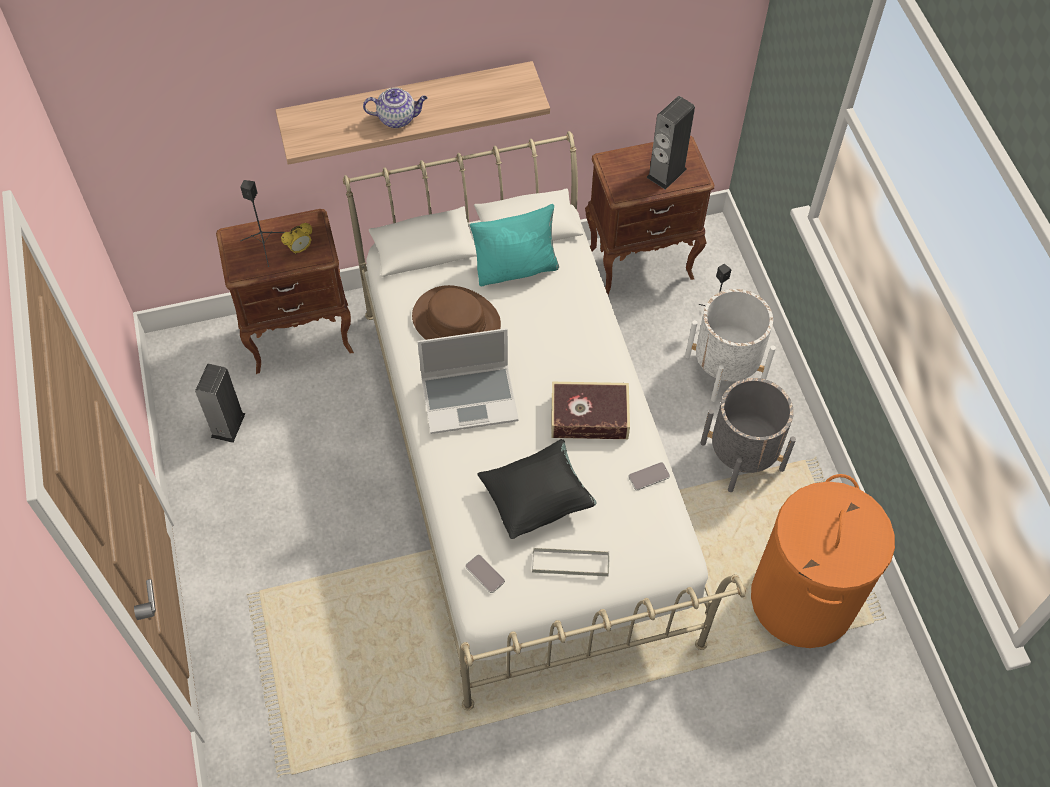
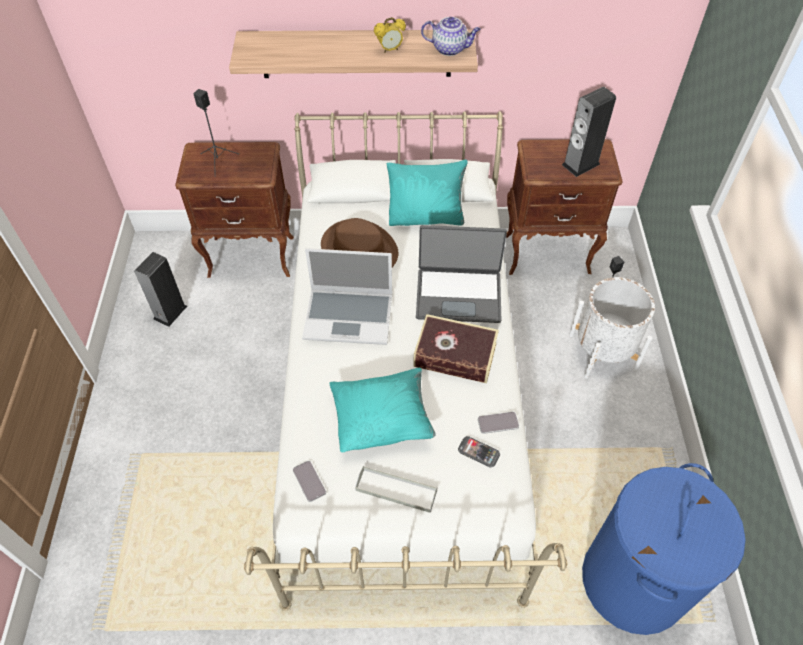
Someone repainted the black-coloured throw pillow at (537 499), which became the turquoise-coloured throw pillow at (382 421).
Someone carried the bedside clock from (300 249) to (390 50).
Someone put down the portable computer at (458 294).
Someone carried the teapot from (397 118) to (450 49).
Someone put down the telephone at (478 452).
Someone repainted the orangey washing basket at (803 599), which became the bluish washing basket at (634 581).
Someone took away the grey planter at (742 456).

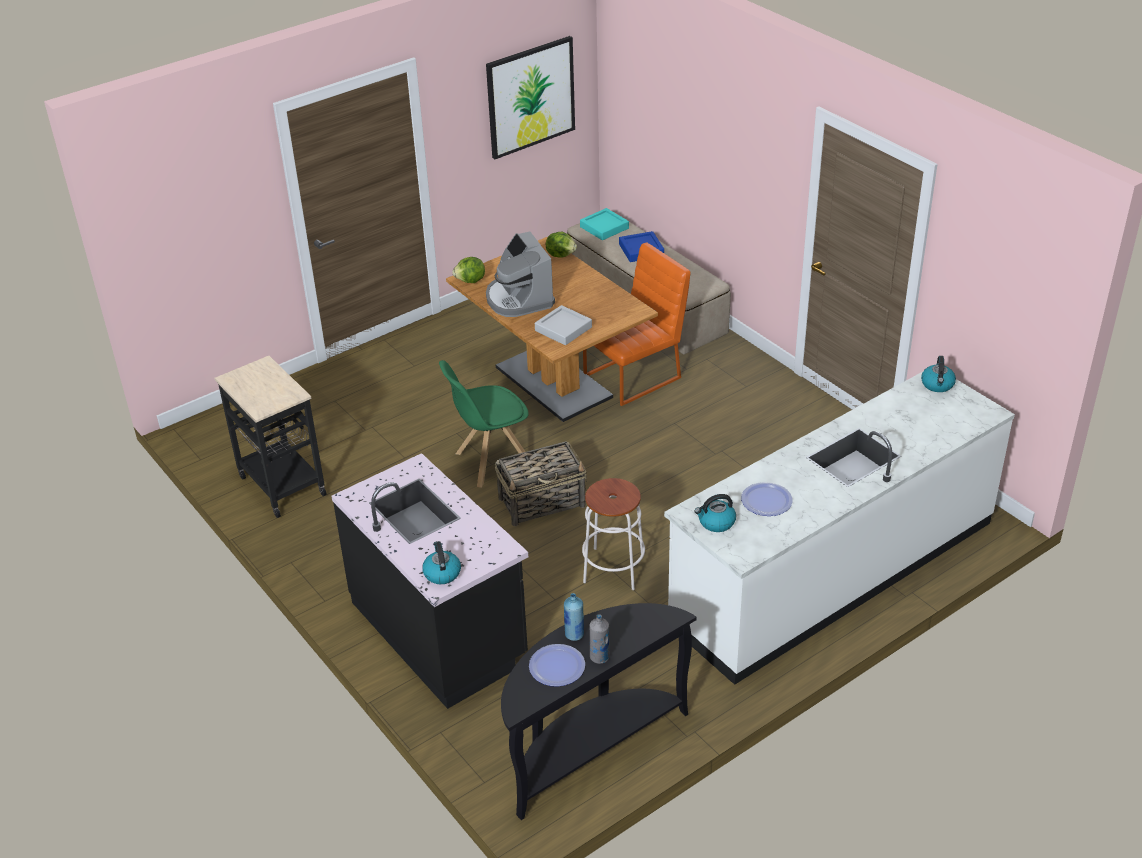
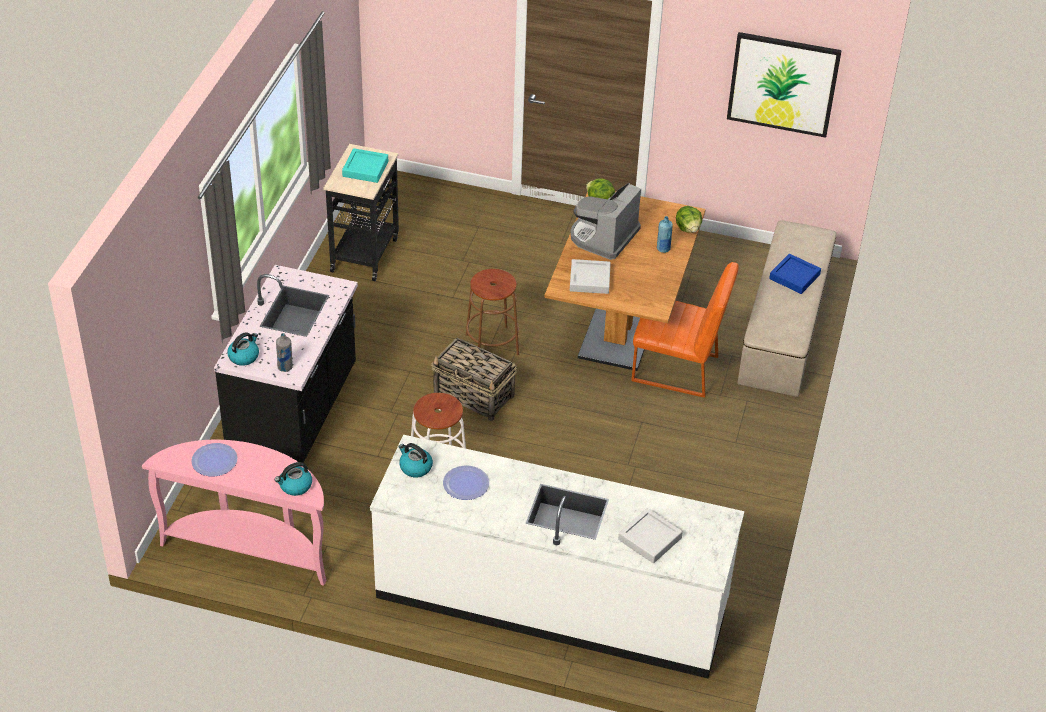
Someone repainted the black-coloured console table at (589 748), which became the pinkish console table at (250 548).
Someone carried the tea kettle from (937 385) to (295 486).
Someone carried the grey bottle from (599 657) to (285 367).
Someone carried the turquoise-coloured serving tray from (604 227) to (365 169).
Someone swapped the green chair at (491 462) for the brown sitting stool at (492 344).
Someone put down the grey serving tray at (649 539).
Someone carried the bluish bottle from (574 635) to (663 249).

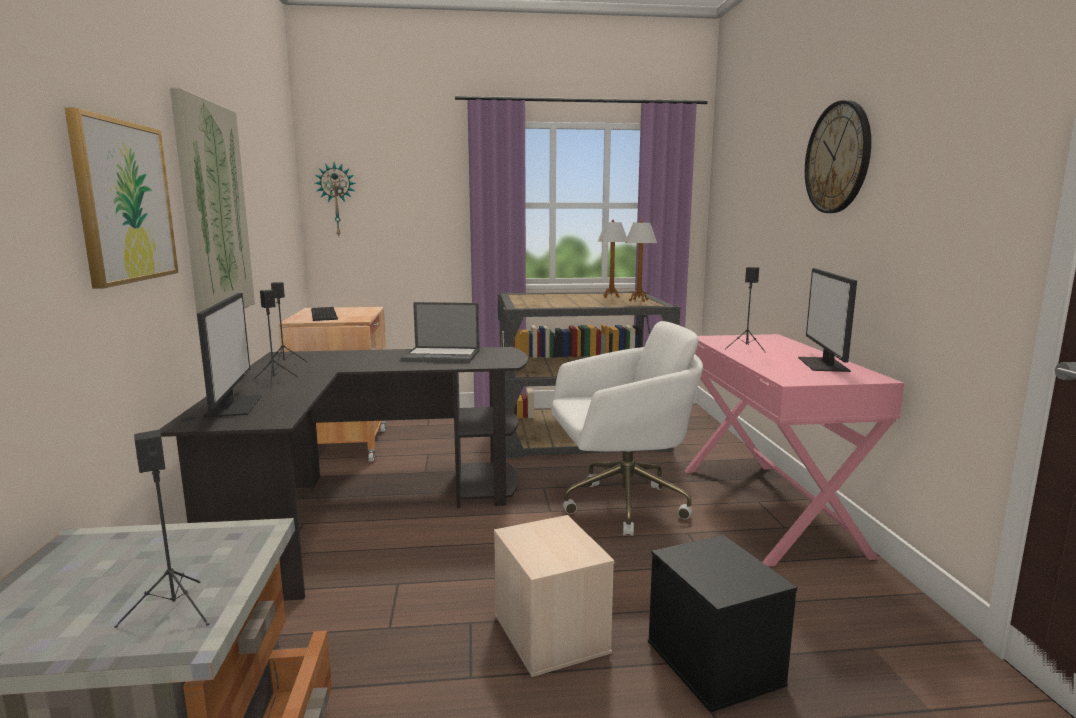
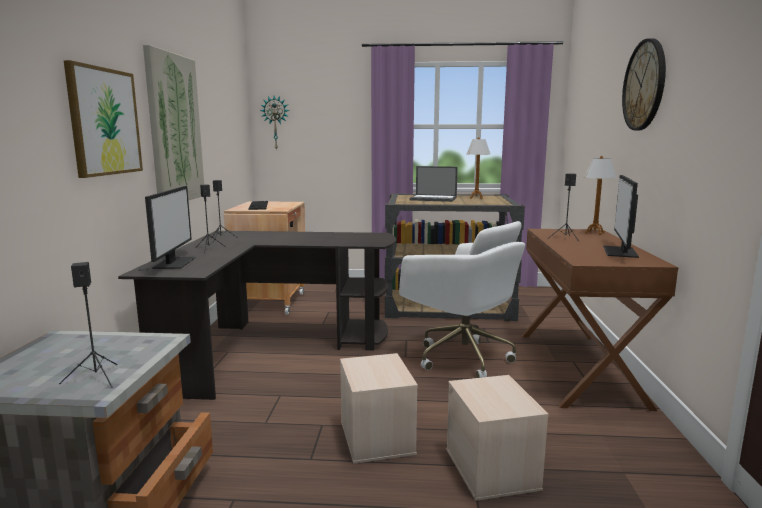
Someone rotated the whitish office chair at (620 507) by 45 degrees clockwise.
Someone carried the portable computer from (442 355) to (434 199).
Someone repainted the black-coloured storage container at (716 663), which became the beige-coloured storage container at (493 469).
Someone repainted the pinkish console table at (768 508), which became the brown console table at (579 367).
Someone carried the lamp for a table from (638 300) to (594 233).

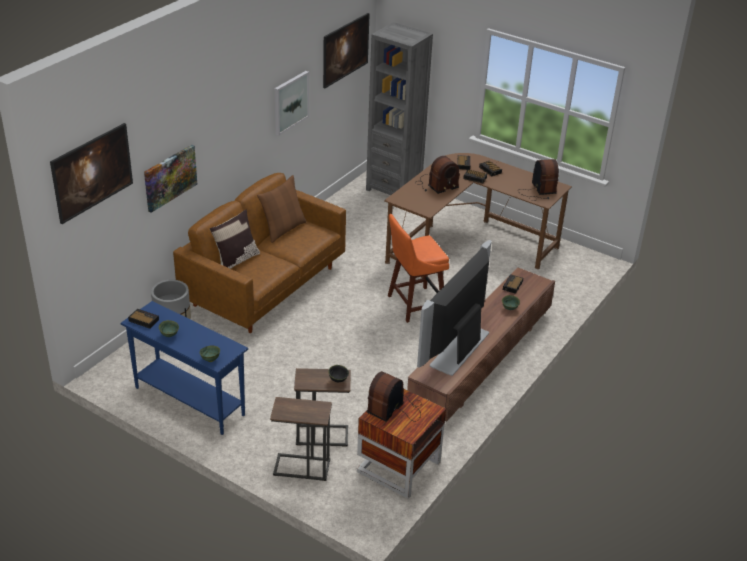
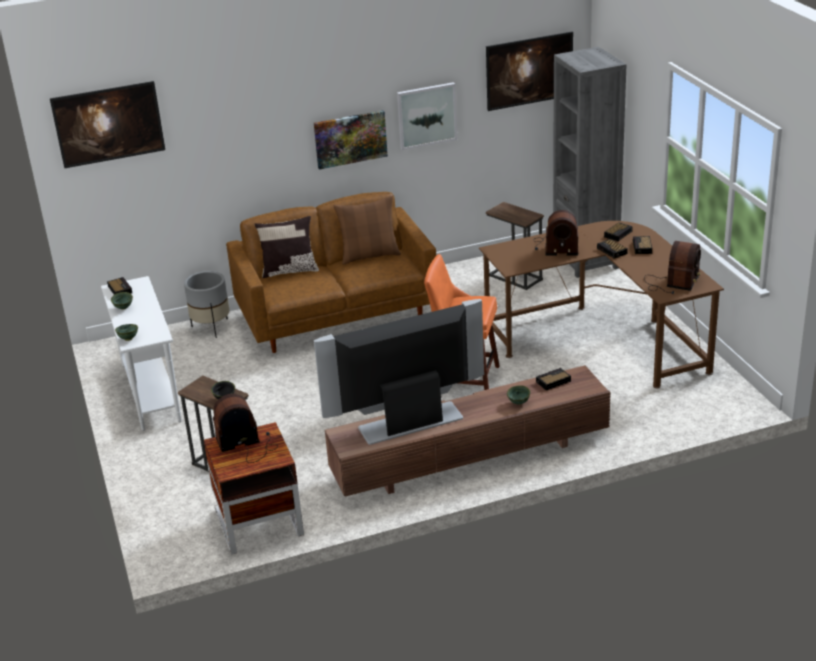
Someone repainted the bluish console table at (188 401), which became the whitish console table at (149 392).
Someone carried the wall art from (170 177) to (350 139).
Someone carried the brown end table from (302 467) to (516 277).

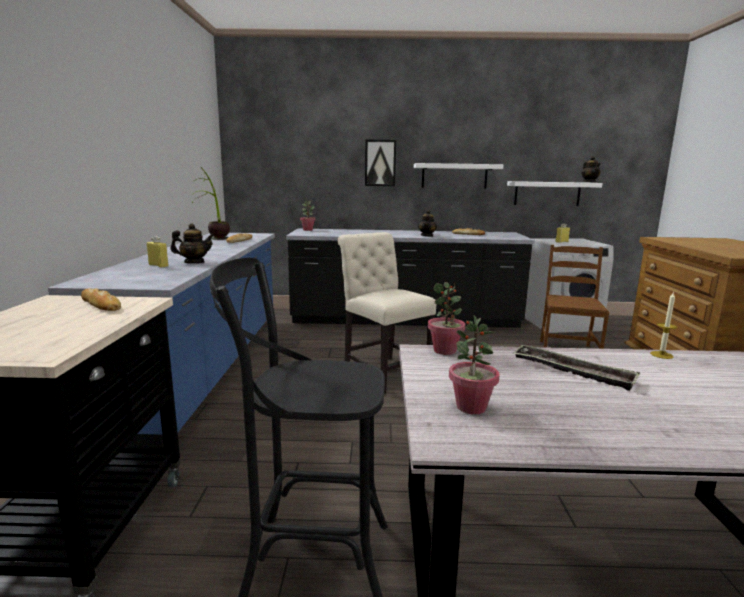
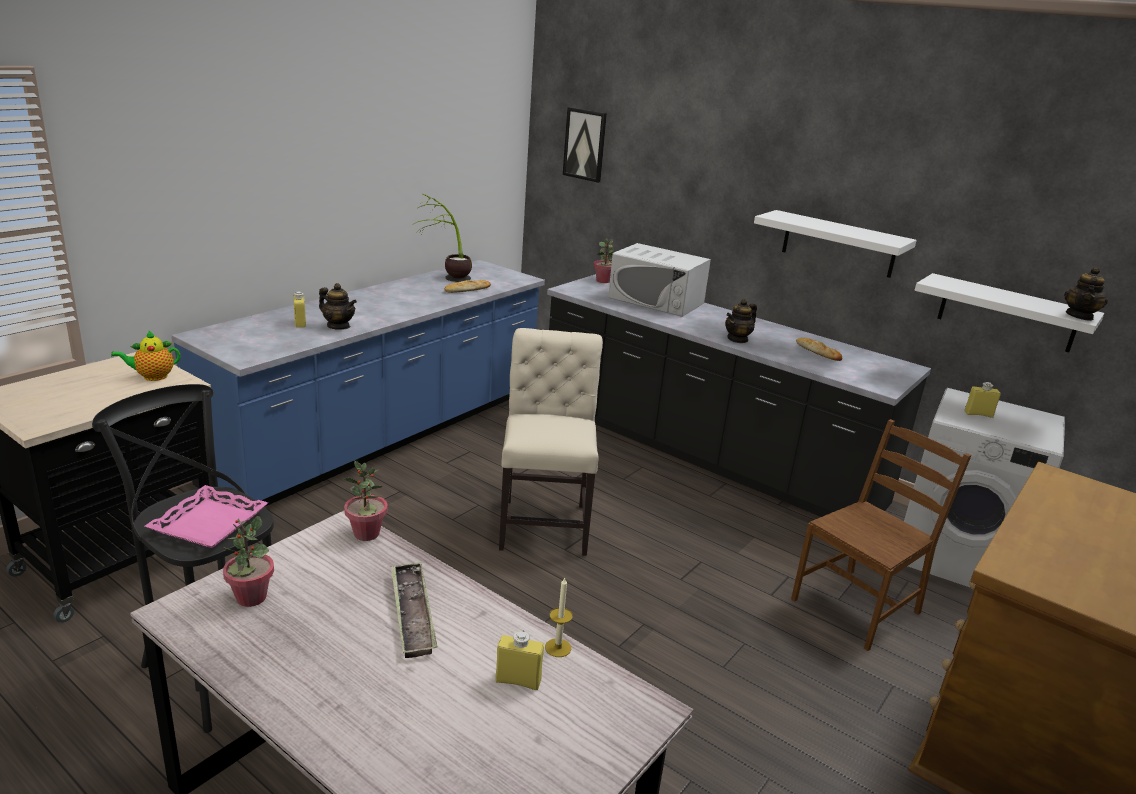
Someone swapped the bread at (101 304) for the teapot at (152 377).
Someone put down the pinkish serving tray at (208 523).
Someone put down the yellow bottle at (518 681).
Someone carried the wall art from (380 163) to (585 144).
Someone put down the whitish kitchen microwave at (656 300).

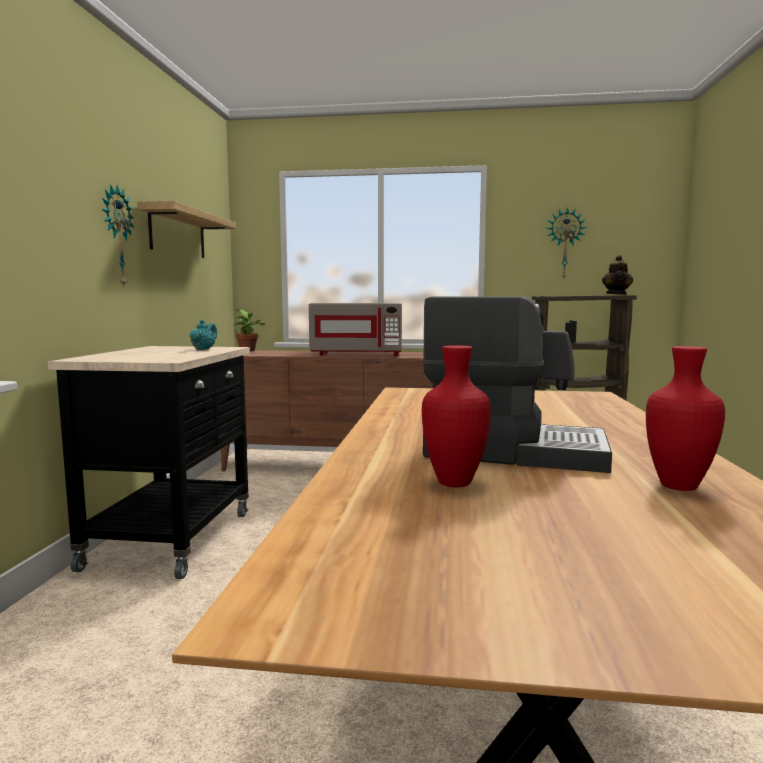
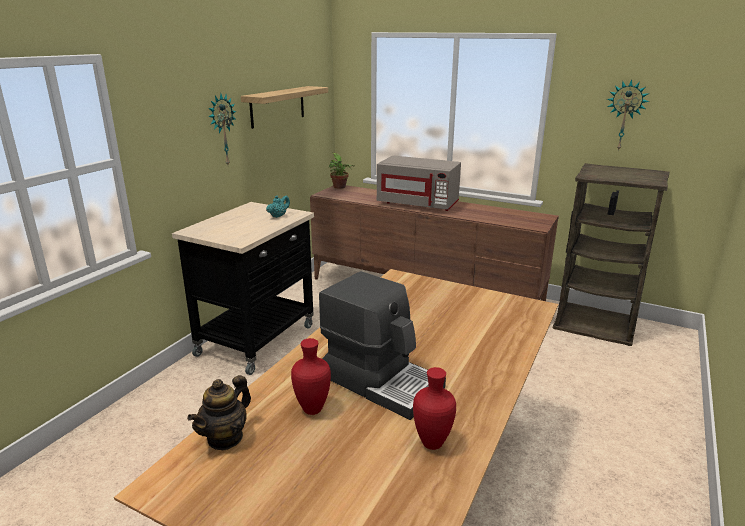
Someone carried the teapot from (616 294) to (225 438).

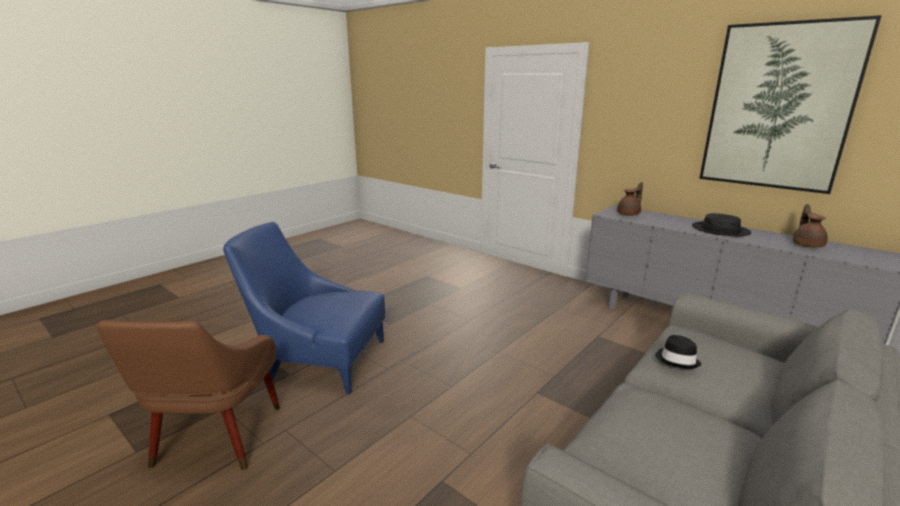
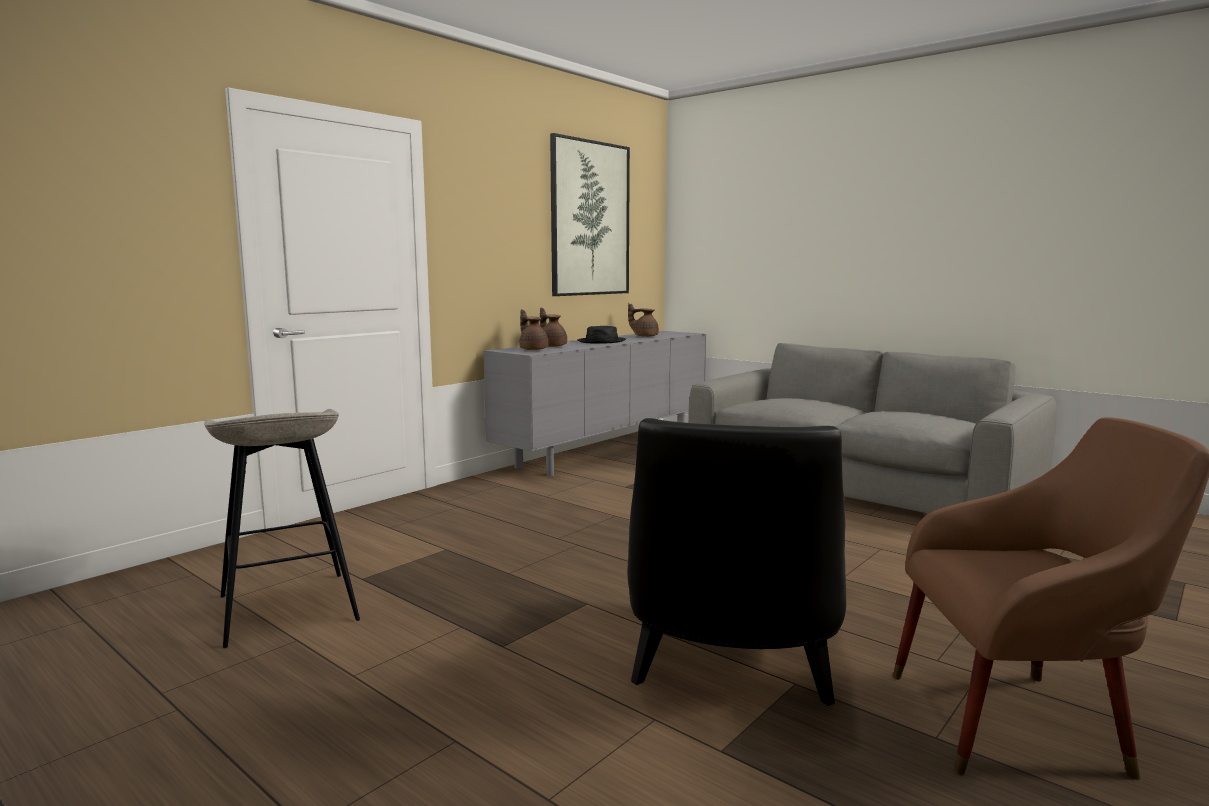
Someone put down the grey sitting stool at (287 608).
Someone put down the brown teapot at (552 346).
Someone repainted the bluish armchair at (317 359), which became the black-coloured armchair at (731 661).
Someone took away the black-coloured clothing hat at (677 359).

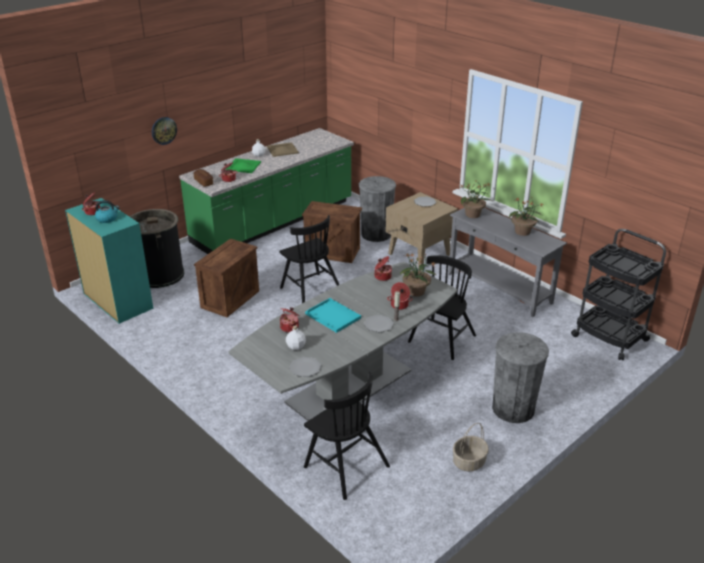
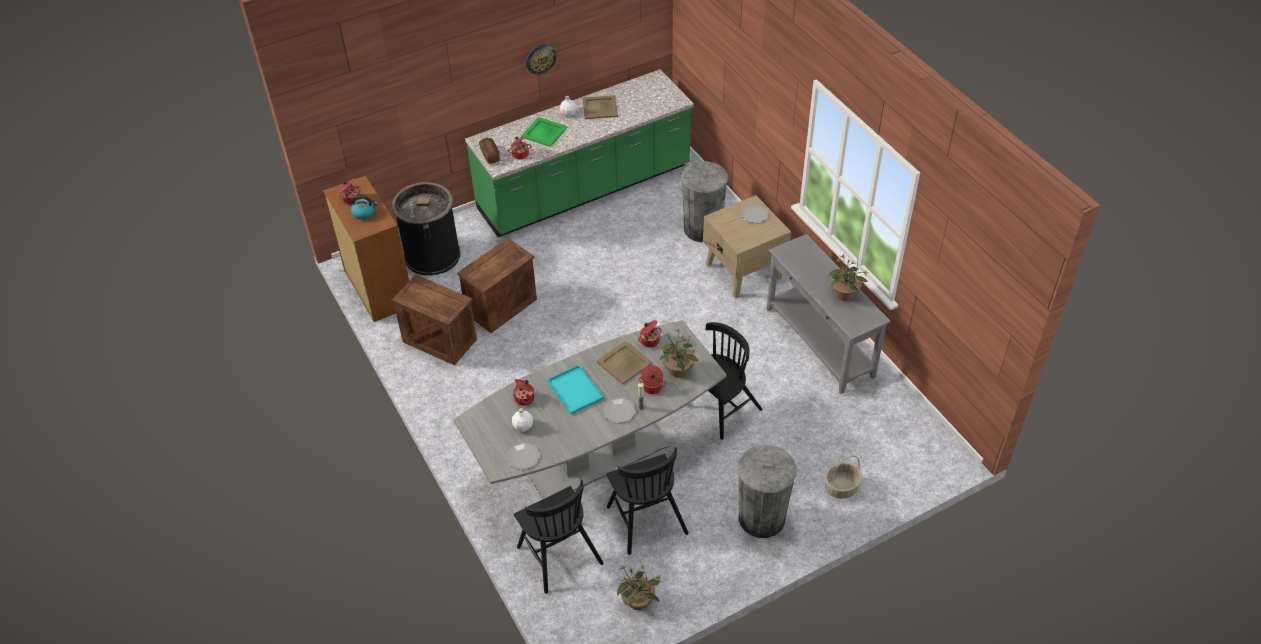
Someone repainted the turquoise-coloured cupboard at (117 300), which became the brown cupboard at (379 287).
Someone carried the shipping crate from (332 252) to (439 341).
Someone carried the wall clock from (163 130) to (540 58).
Someone put down the beige-coloured serving tray at (624 362).
Someone carried the black-coloured chair from (309 288) to (645 516).
Someone carried the houseplant from (473 215) to (638 601).
Someone carried the household basket from (469 462) to (841 488).
Someone took away the black-coloured trolley at (609 338).

